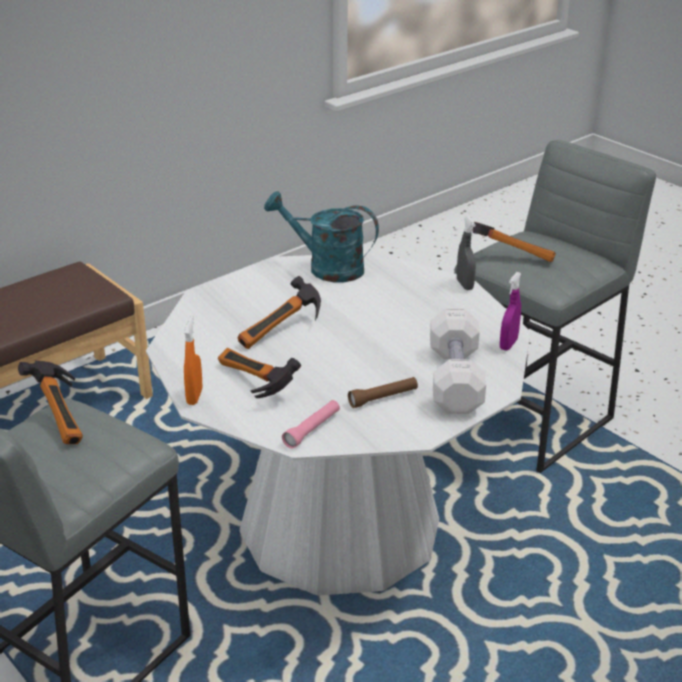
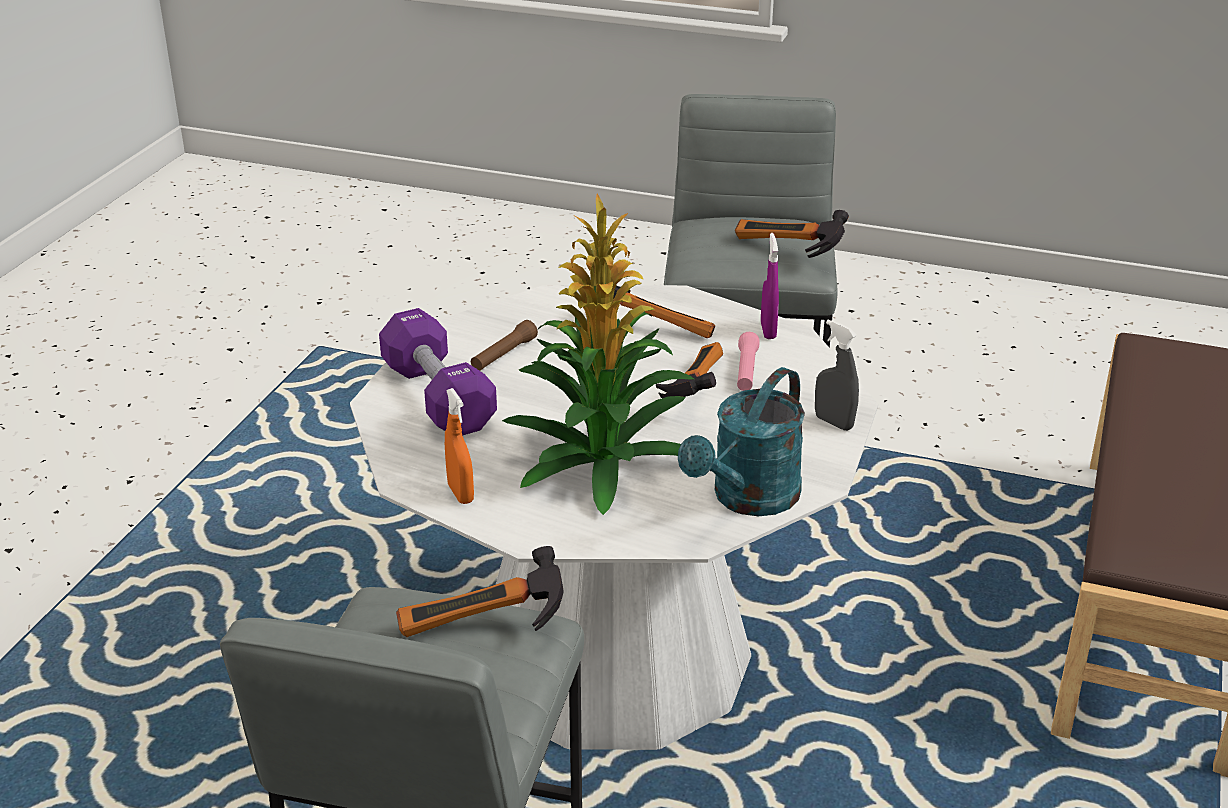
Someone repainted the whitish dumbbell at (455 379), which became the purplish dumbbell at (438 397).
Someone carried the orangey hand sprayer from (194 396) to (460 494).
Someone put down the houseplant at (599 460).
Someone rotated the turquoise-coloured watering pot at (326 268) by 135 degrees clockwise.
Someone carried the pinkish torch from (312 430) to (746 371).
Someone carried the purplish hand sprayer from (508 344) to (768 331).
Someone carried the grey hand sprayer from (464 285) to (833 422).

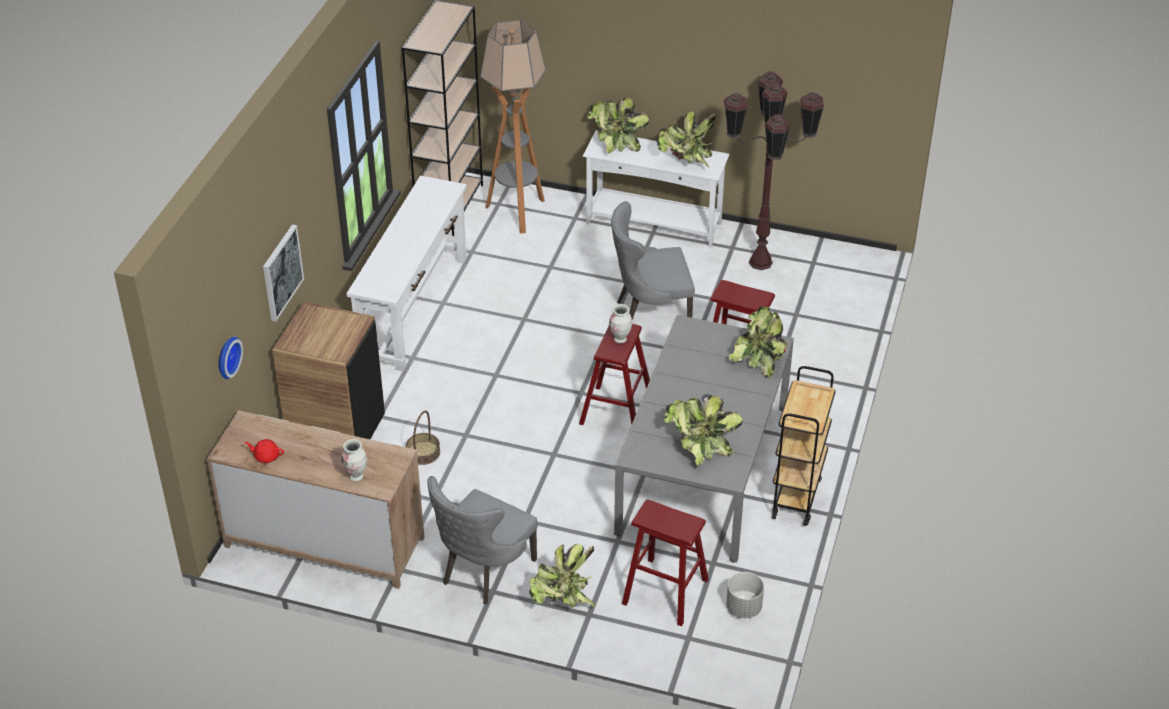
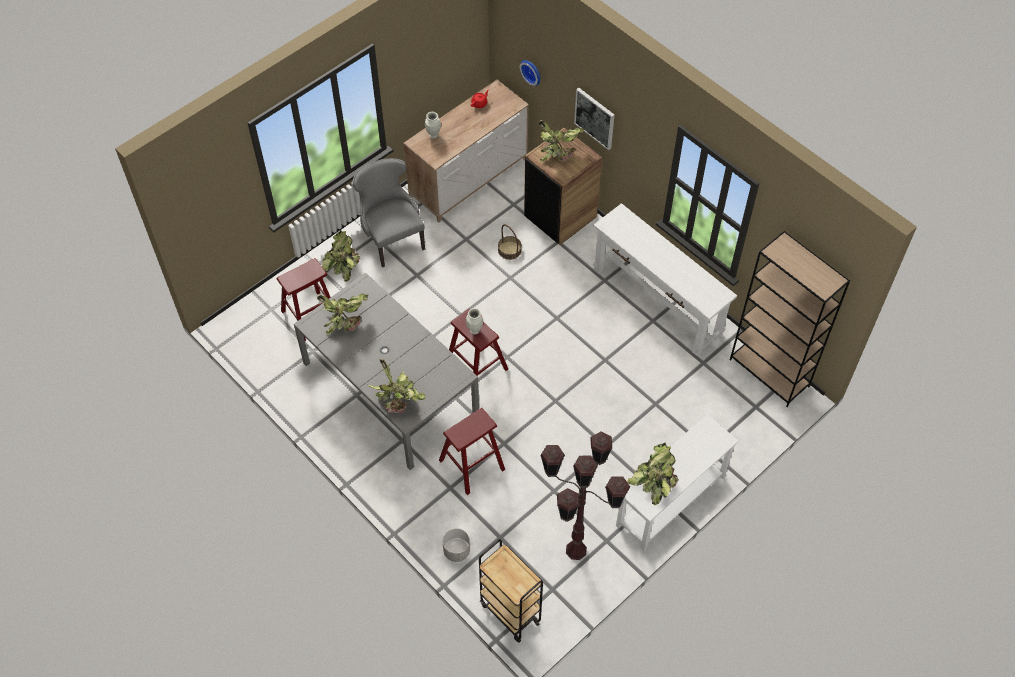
Someone carried the grey planter from (743 608) to (456 551).
Someone carried the brown trolley from (797 499) to (509 614).
Someone carried the houseplant from (615 144) to (559 153).
Someone took away the floor lamp at (517 213).
Someone took away the grey chair at (650 312).

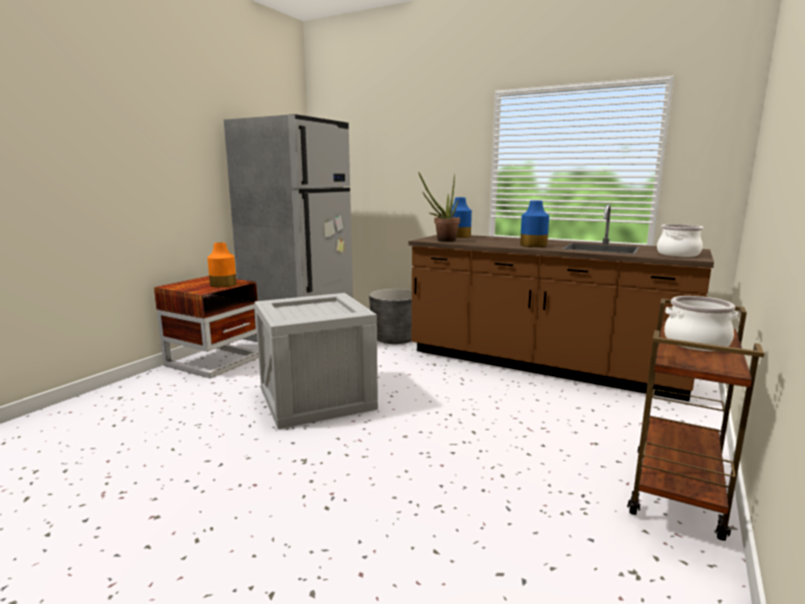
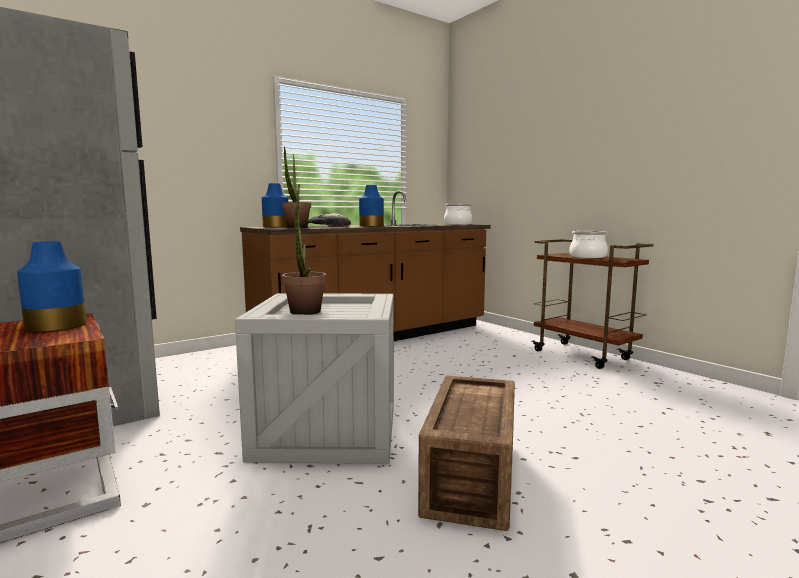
Someone repainted the orangey vase at (223 284), which became the bluish vase at (55 326).
Someone put down the houseplant at (305 313).
Someone put down the bread at (329 226).
Someone put down the shipping crate at (468 478).
Someone took away the grey planter at (395 338).

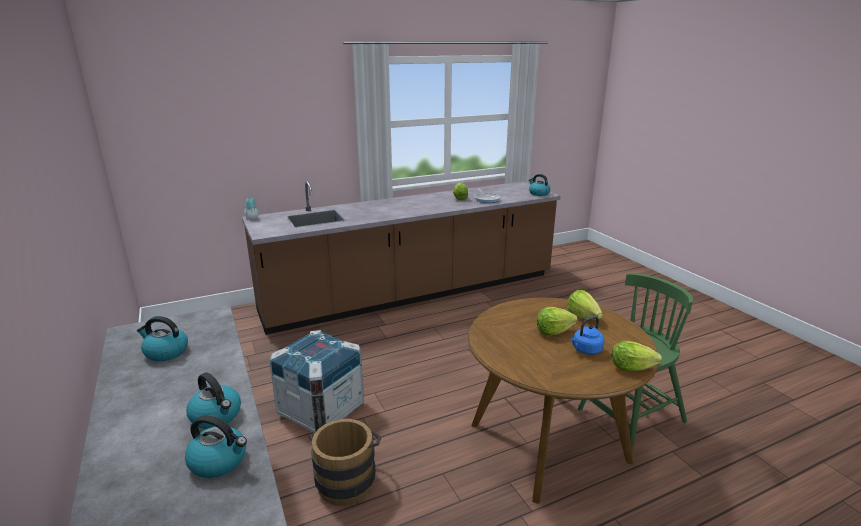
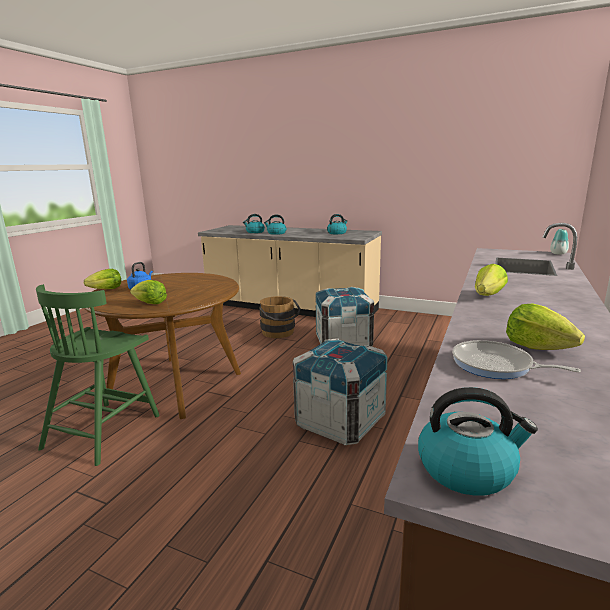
Someone put down the shipping crate at (340 422).
Someone carried the lettuce from (553 331) to (488 295).

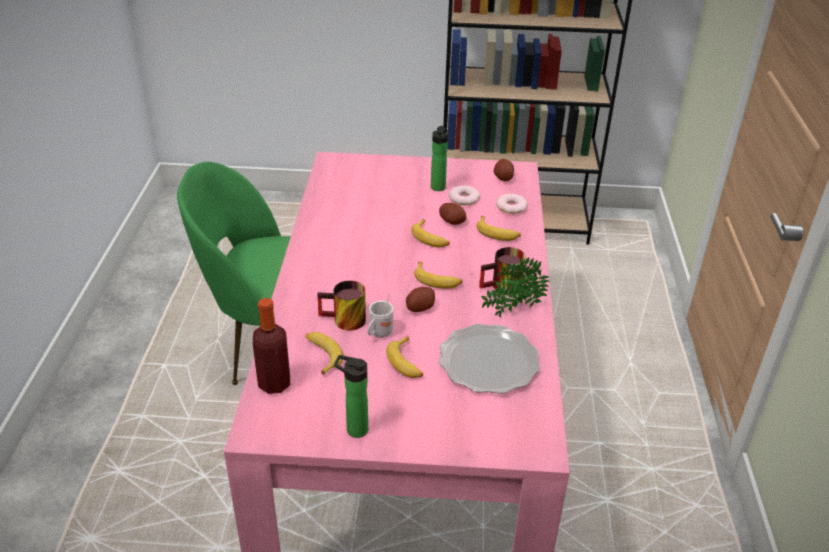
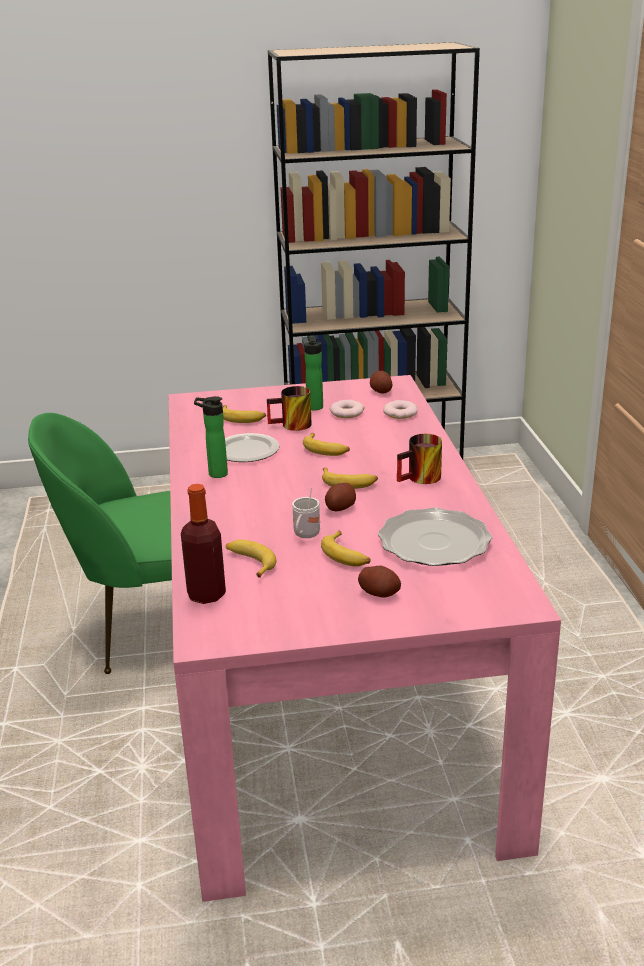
Someone carried the bottle from (354 429) to (215 474).
Someone carried the banana from (497 233) to (242 418).
Someone put down the plate at (247 450).
Someone carried the tea mug from (343 321) to (291 426).
Someone carried the whole potato from (452 221) to (379 593).
Someone took away the houseplant at (511 311).

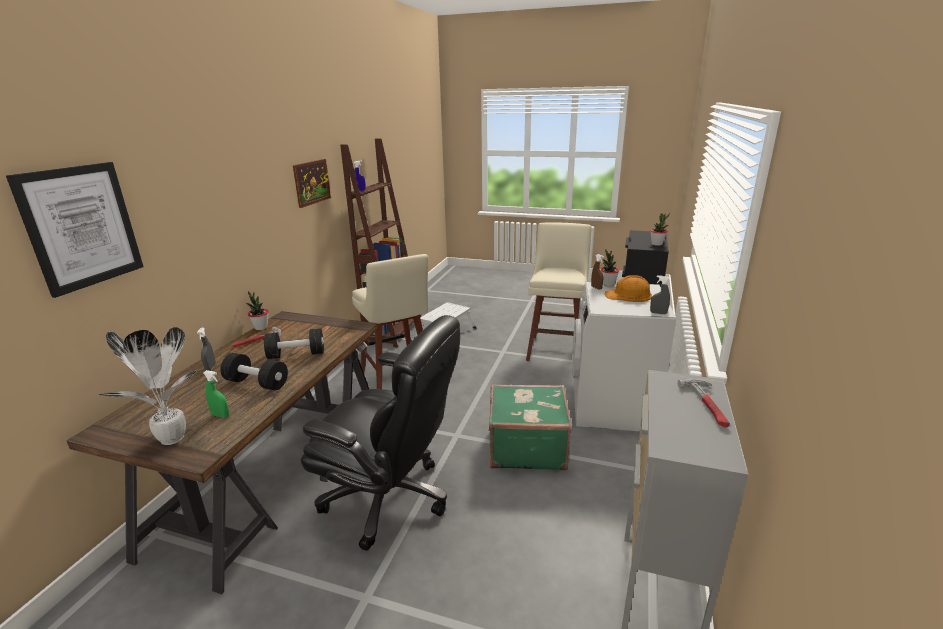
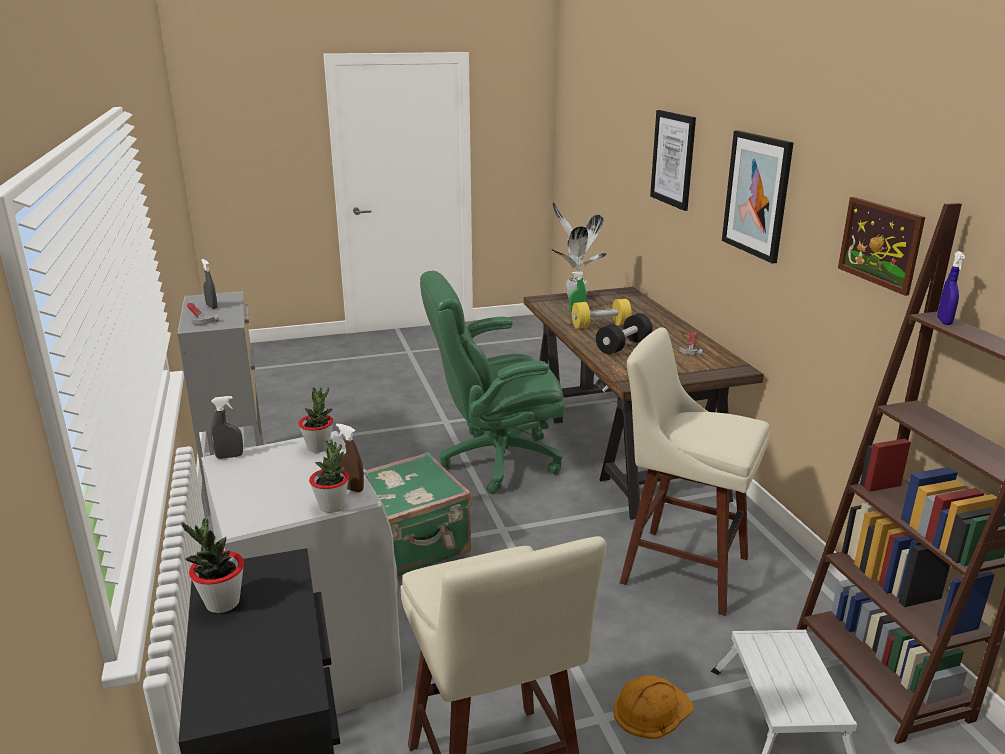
Someone carried the grey hand sprayer from (210 367) to (212 307).
Someone carried the houseplant from (261 327) to (318 447).
Someone repainted the black-coloured office chair at (391 501), which became the green office chair at (494 461).
Someone repainted the black-coloured dumbbell at (257 383), which became the yellow dumbbell at (600 325).
Someone carried the orangey safety helmet from (628 295) to (651 709).
Someone put up the wall art at (757 195).

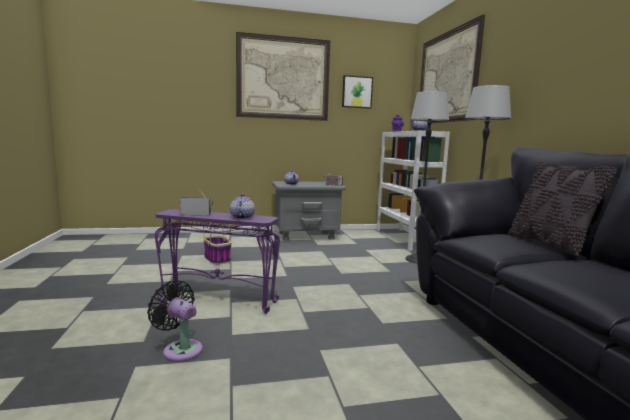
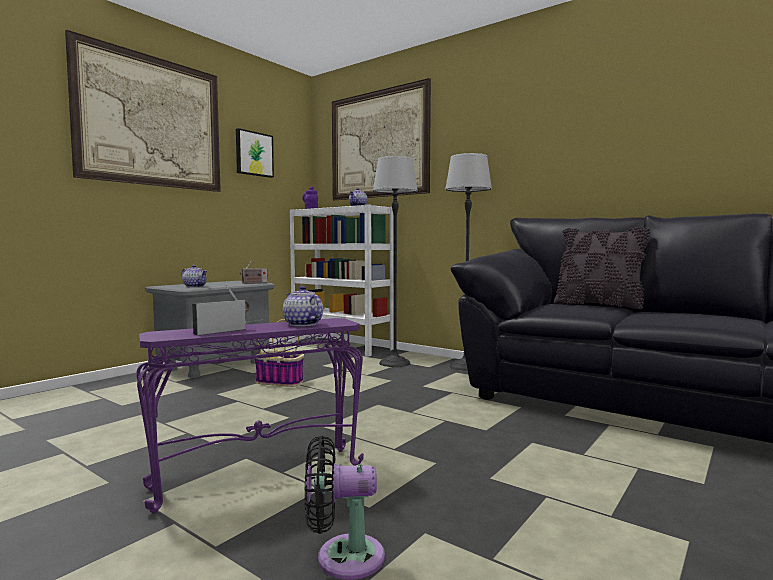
Someone carried the household basket from (217 259) to (280 382).

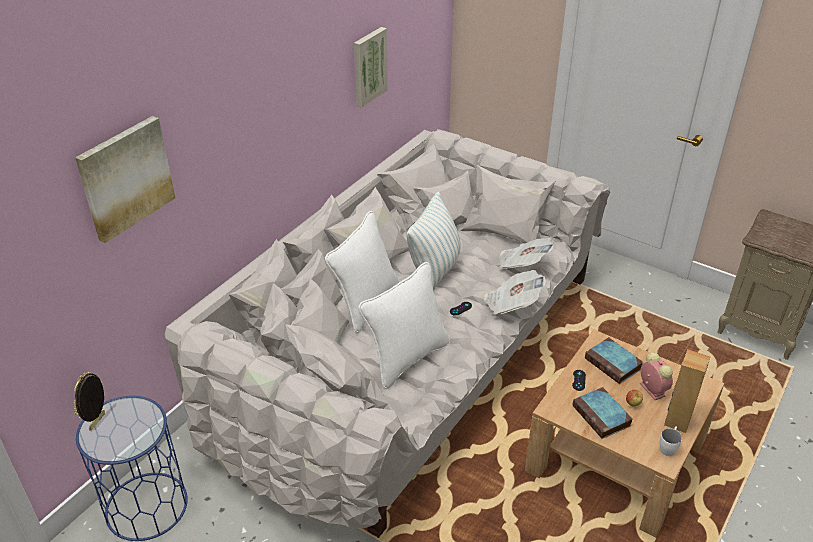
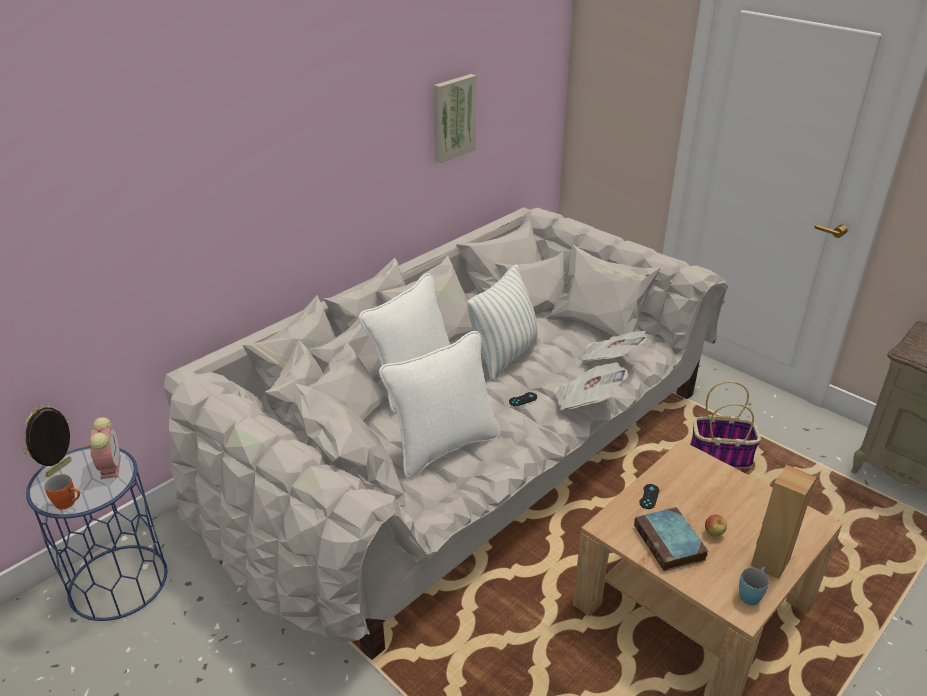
Someone put down the orangey tea mug at (69 503).
Someone carried the bedside clock from (651 389) to (110 466).
Someone put down the household basket at (720 456).
Someone repainted the whitish tea mug at (668 447), which became the bluish tea mug at (751 594).
Someone took away the wall art at (125 177).
Someone took away the bound book at (614 364).

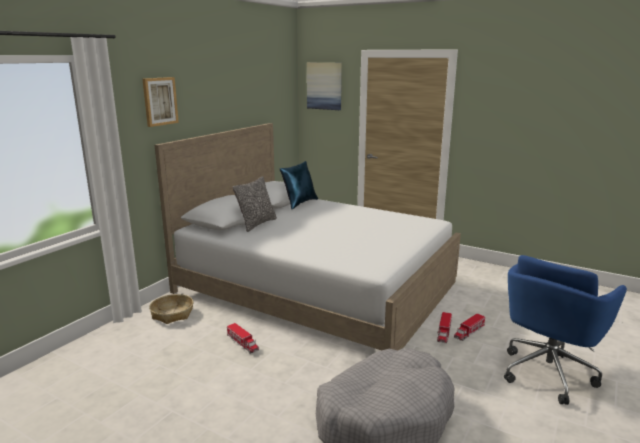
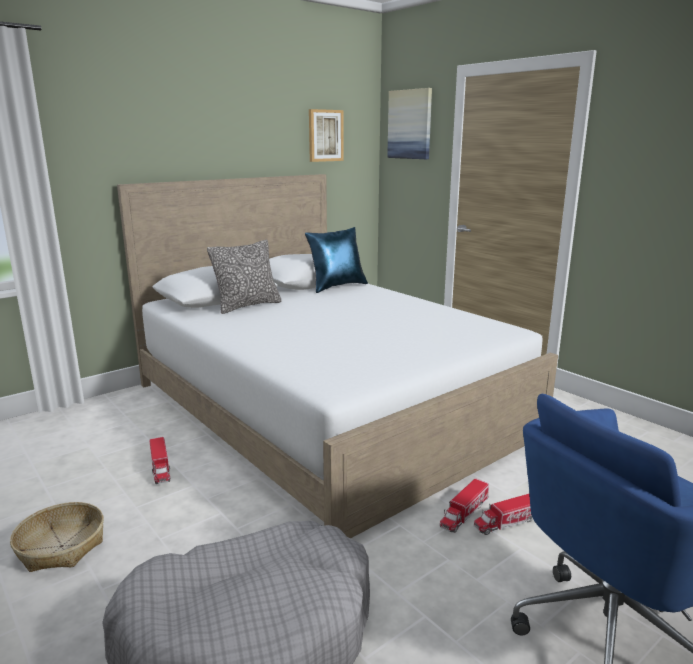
Someone carried the household basket from (172 314) to (61 546).
Someone carried the wall art from (160 101) to (325 135).

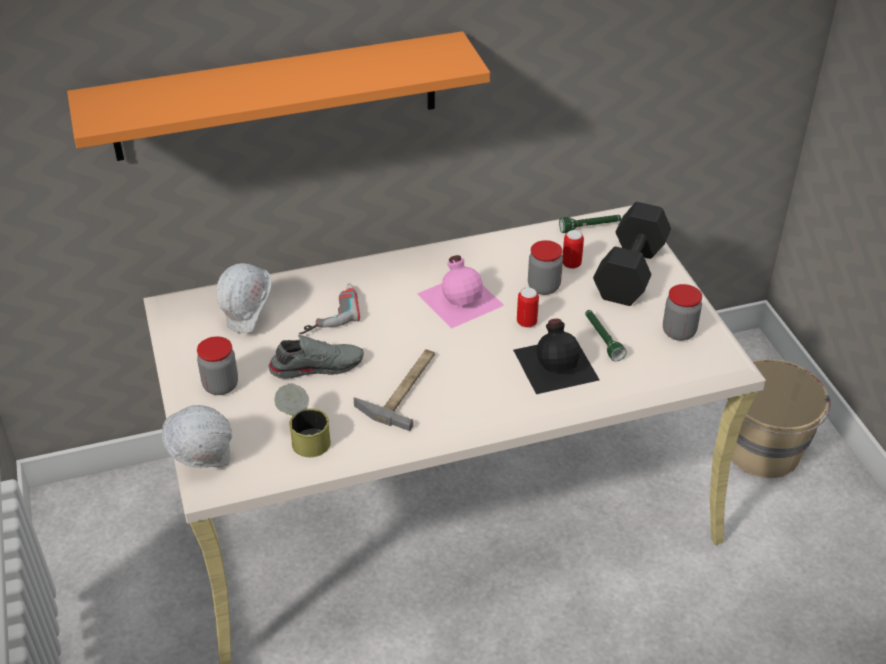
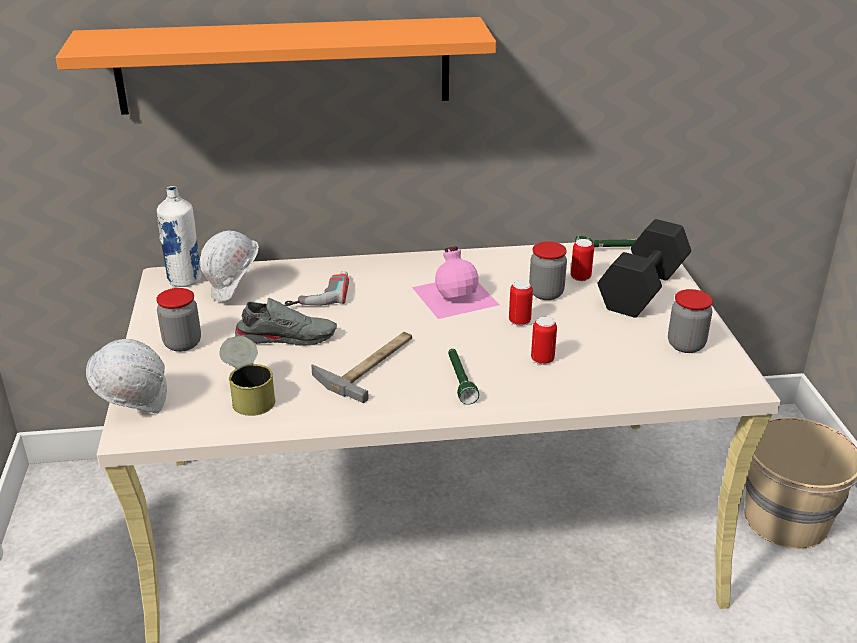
Someone put down the whitish bottle at (185 280).
Someone carried the green torch from (602 339) to (460 381).
Someone swapped the black-coloured bottle at (556 363) for the can at (542 359).

